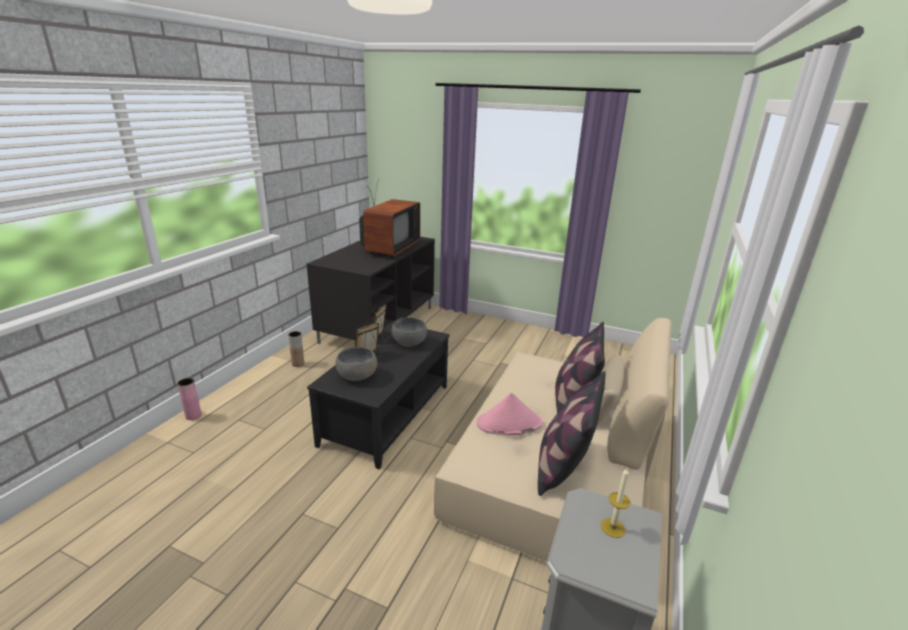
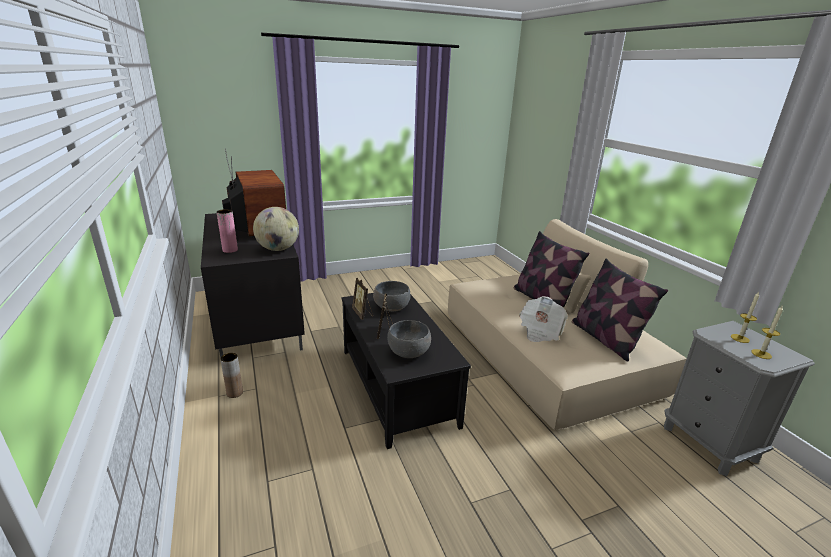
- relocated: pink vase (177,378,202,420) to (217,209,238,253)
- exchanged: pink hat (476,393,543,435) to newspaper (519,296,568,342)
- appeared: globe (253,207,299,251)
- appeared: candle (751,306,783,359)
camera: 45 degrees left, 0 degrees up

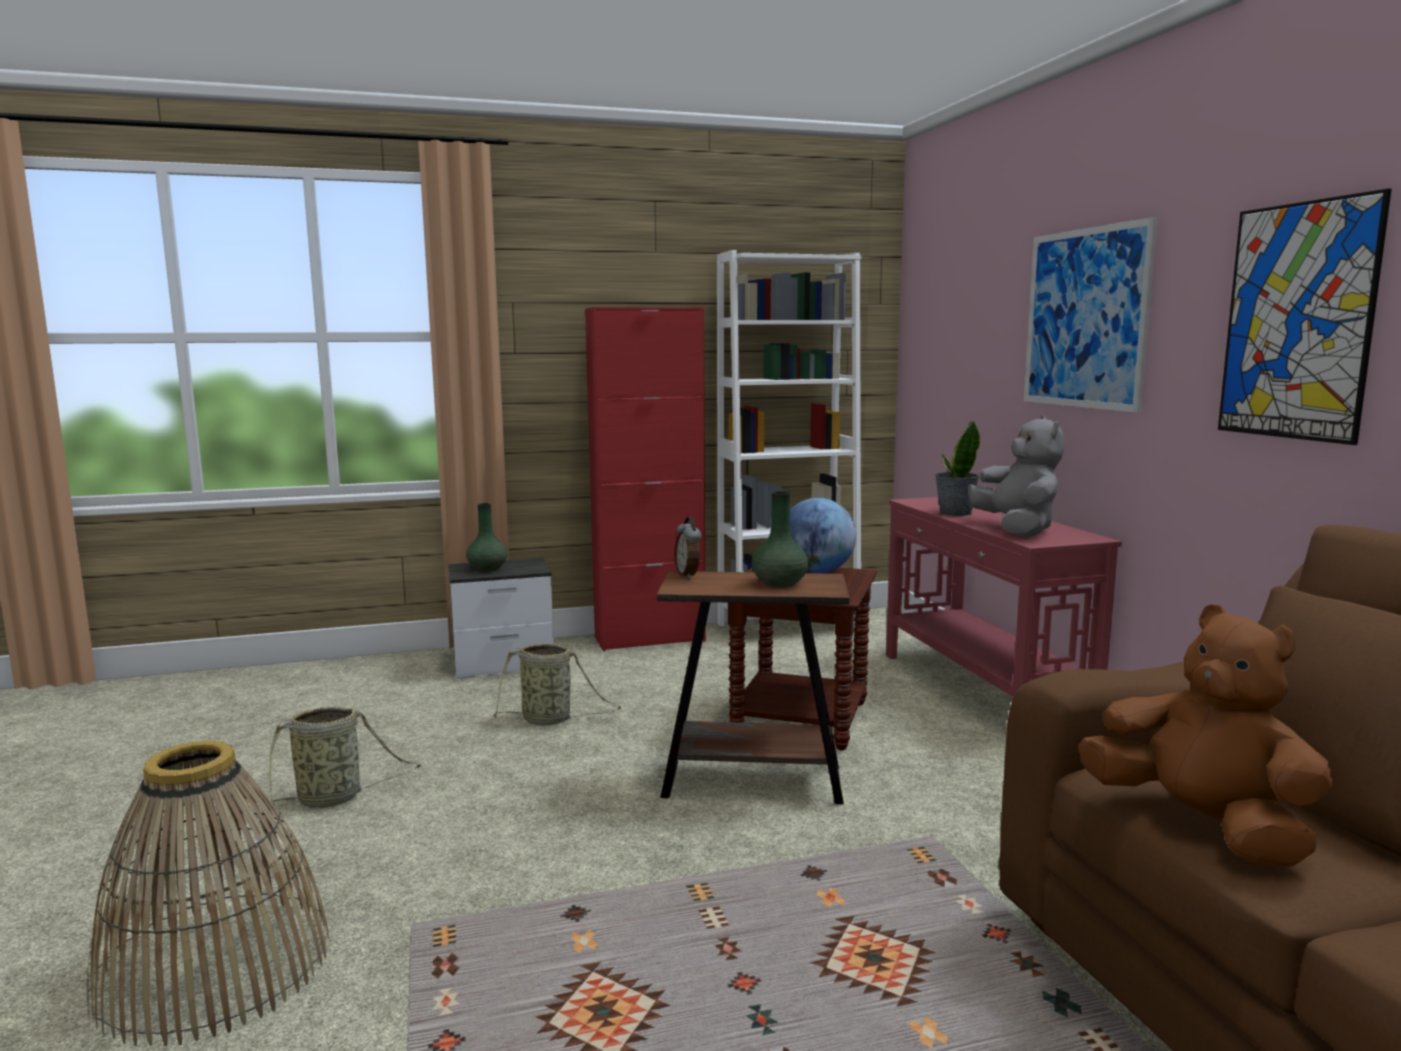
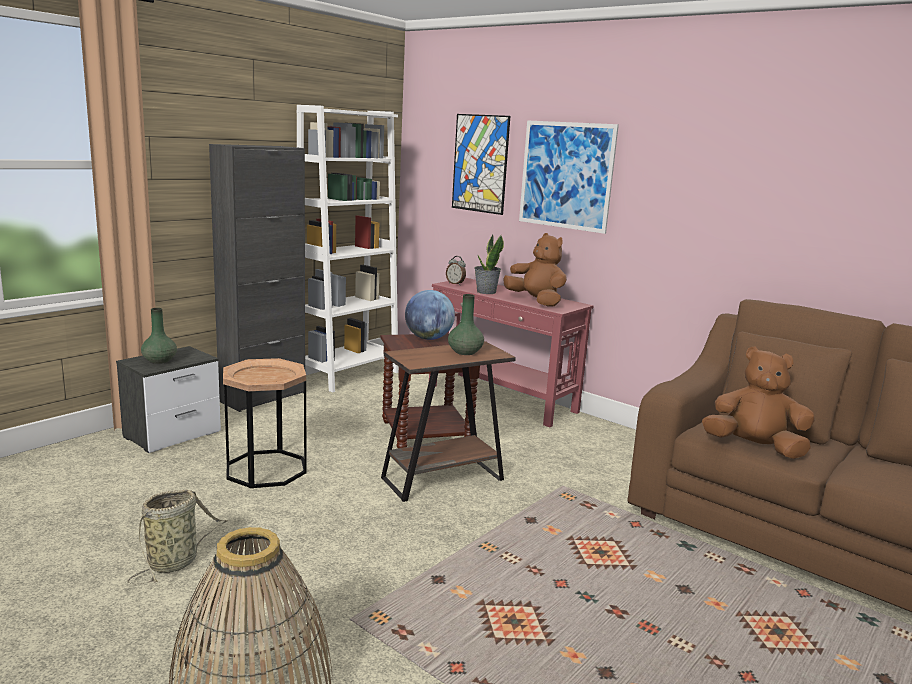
- exchanged: basket (493,643,621,725) to brown side table (223,358,306,488)
- colour: red cabinet (585,307,706,651) to black cabinet (209,144,305,412)
- relocated: alarm clock (675,517,702,579) to (446,256,466,285)
- colour: grey plush toy (968,416,1064,537) to brown plush toy (503,233,567,307)
- relocated: picture (1218,189,1391,445) to (452,114,510,215)
camera: 35 degrees left, 5 degrees up

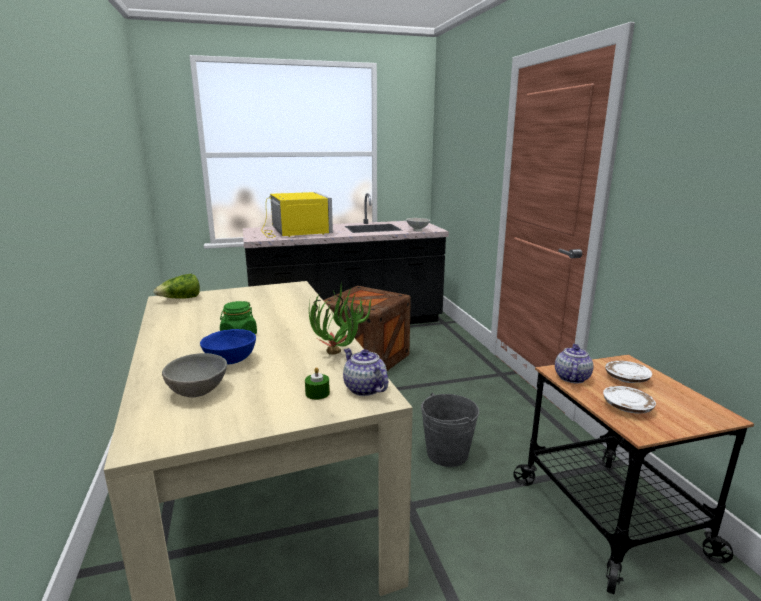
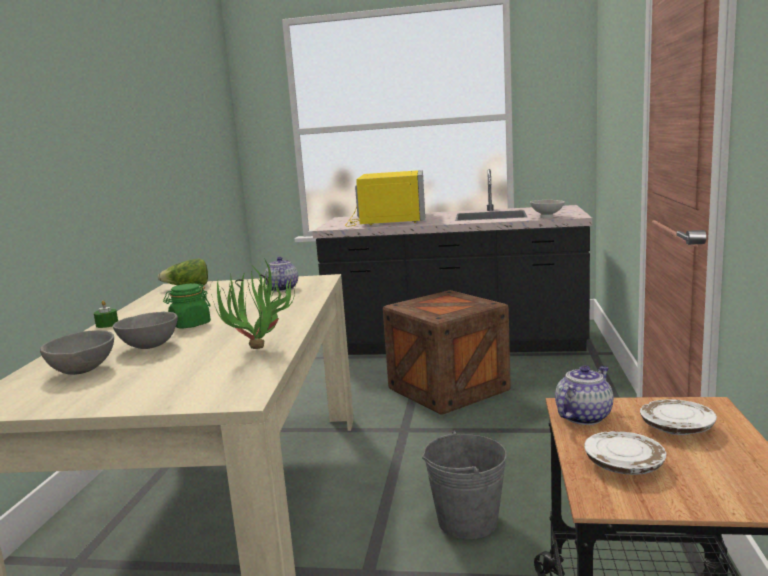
- colour: blue bowl (200,329,256,364) to grey bowl (113,311,178,349)
- relocated: green candle (305,367,330,400) to (94,300,118,328)
- relocated: teapot (343,348,388,396) to (264,257,298,292)
camera: 25 degrees right, 5 degrees down

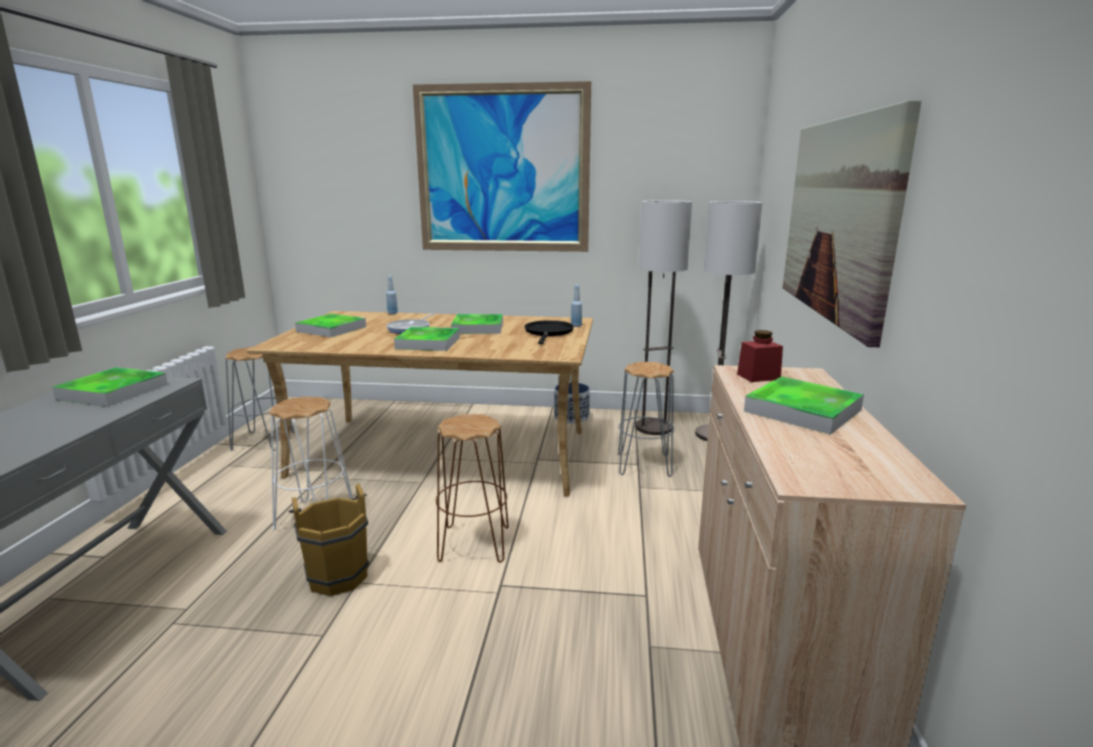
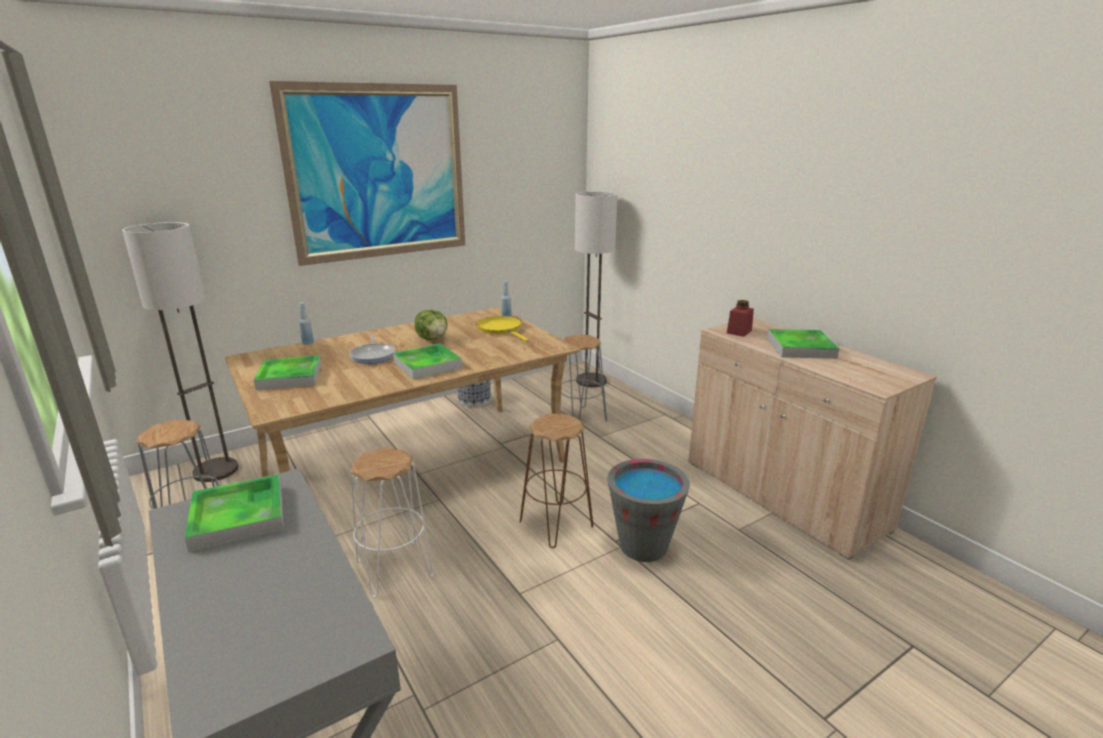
- missing: brown bucket (289,484,369,596)
- exchanged: tray (451,314,503,334) to lettuce (415,310,448,340)
- colour: black frying pan (525,320,574,344) to yellow frying pan (476,316,529,342)
- relocated: floor lamp (635,200,692,435) to (122,222,238,482)
- missing: picture (783,100,922,347)
- appeared: grey bucket (607,459,690,562)
camera: 40 degrees left, 5 degrees up

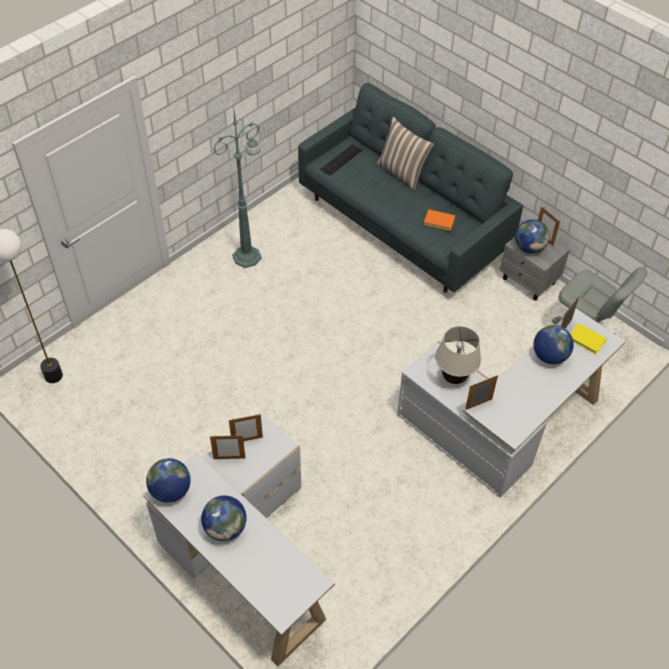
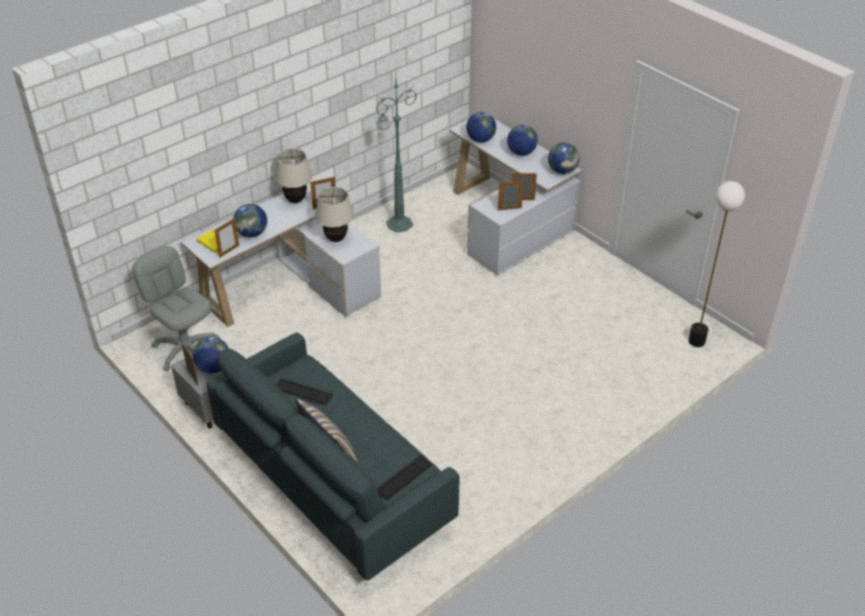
- relocated: green floor lamp (213,111,262,268) to (376,74,417,232)
- exchanged: orange book (424,209,455,231) to keyboard (276,378,333,405)
- appeared: beige table lamp (275,149,312,203)
- appeared: globe (466,112,496,142)
camera: 175 degrees left, 10 degrees down

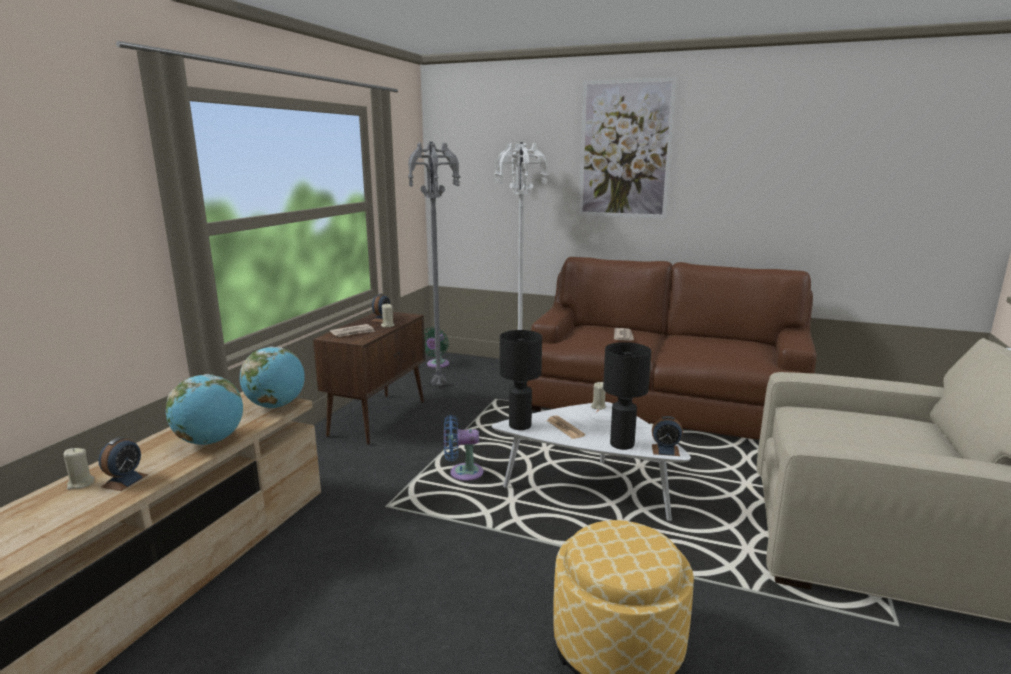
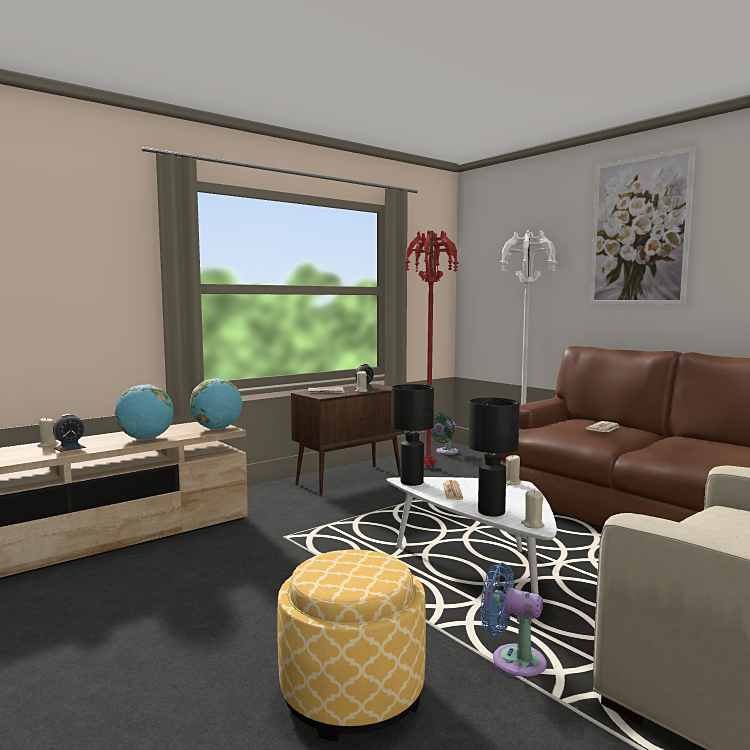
- colour: grey floor lamp (408,142,461,386) to red floor lamp (404,230,459,467)
- relocated: blue fan (444,415,484,481) to (481,563,547,678)
- exchanged: alarm clock (652,416,683,456) to beige candle (521,490,544,529)
camera: 30 degrees right, 10 degrees down

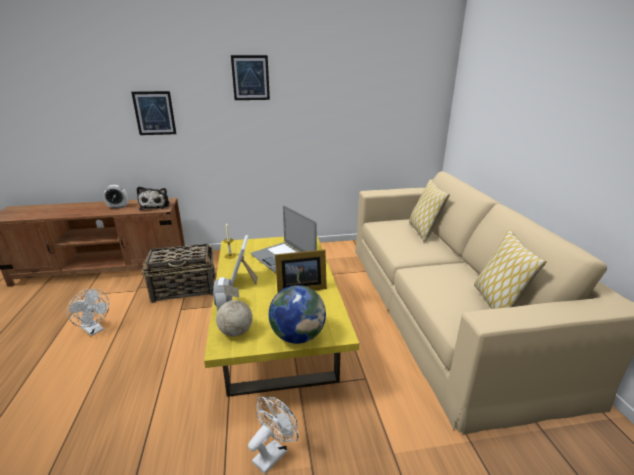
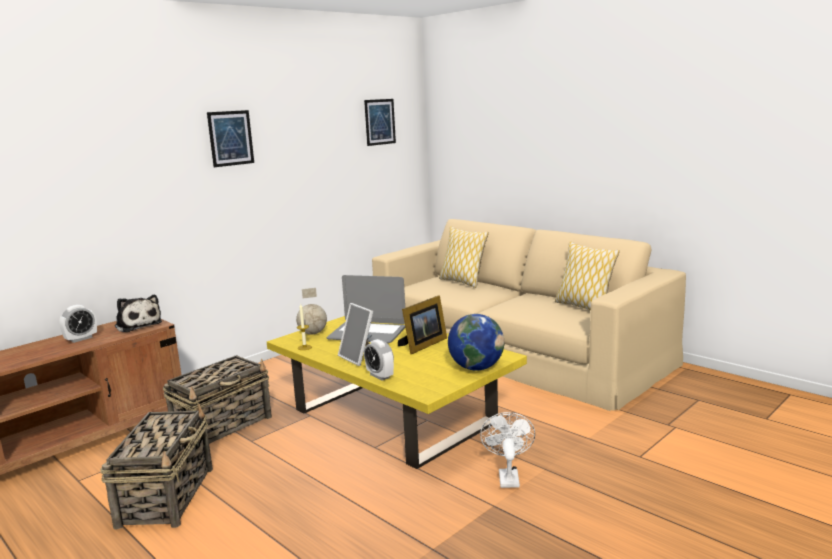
- exchanged: white fan (67,289,109,336) to basket (100,404,213,530)
- relocated: picture (131,91,176,135) to (364,99,396,146)
- relocated: globe (216,285,253,337) to (296,288,327,335)
camera: 35 degrees left, 10 degrees down

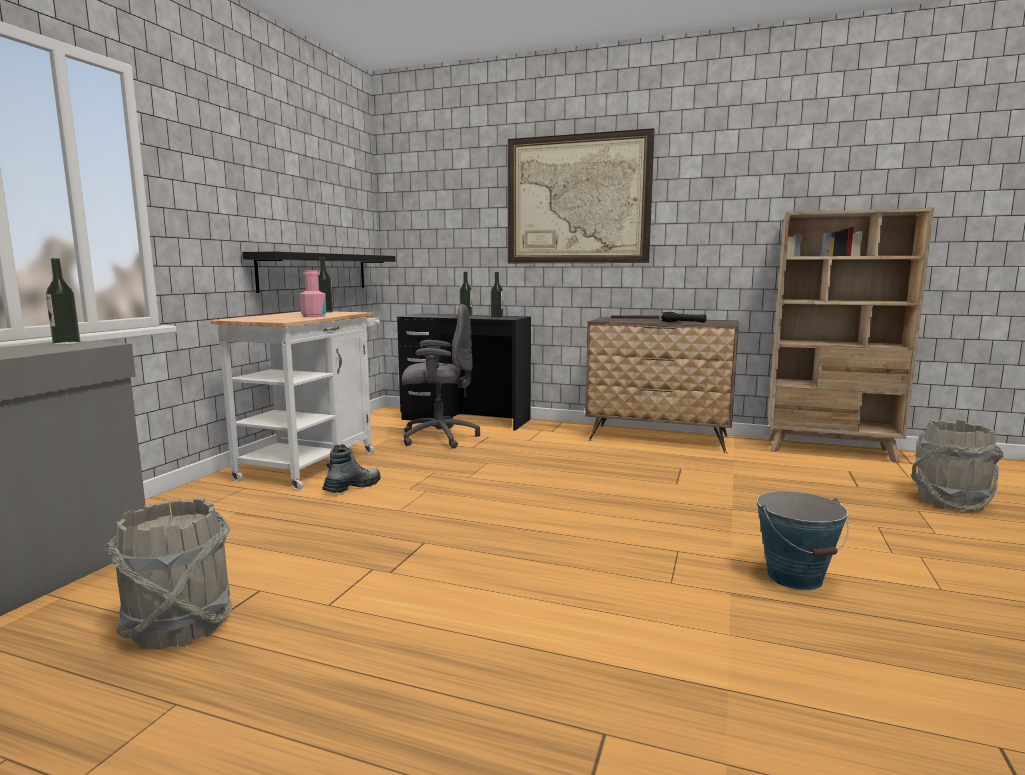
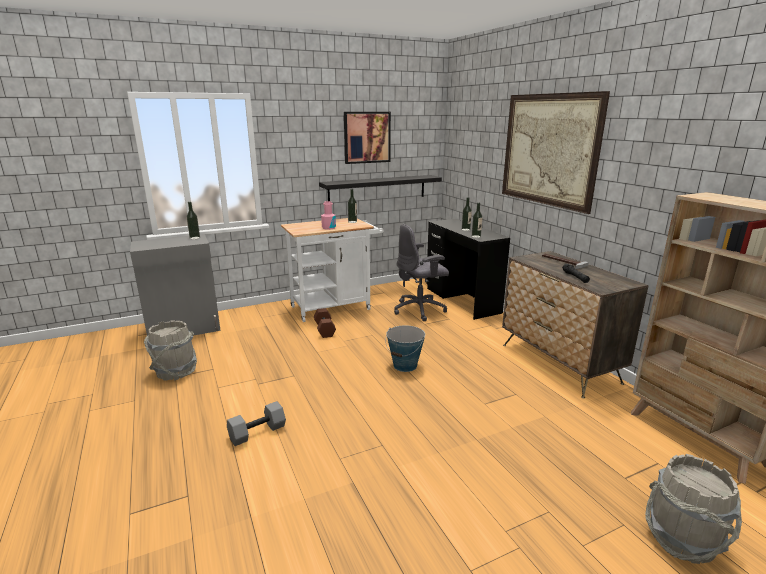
- exchanged: boot (322,444,380,493) to brown dumbbell (314,308,336,338)
- spun: grey office chair (402,304,480,448) = (394,224,449,321) 120 degrees clockwise
- relocated: bucket (757,491,849,590) to (385,325,425,372)
- appeared: grey dumbbell (227,401,286,446)
- appeared: picture (344,112,391,164)
camera: 45 degrees right, 10 degrees up

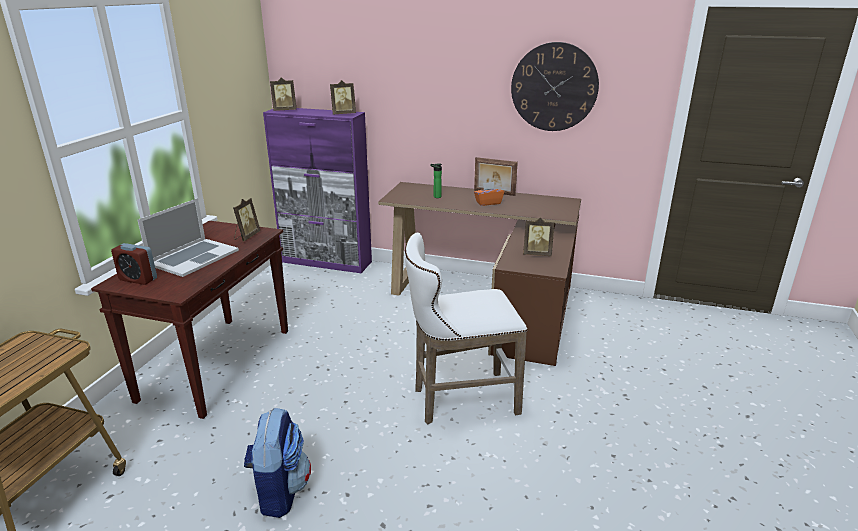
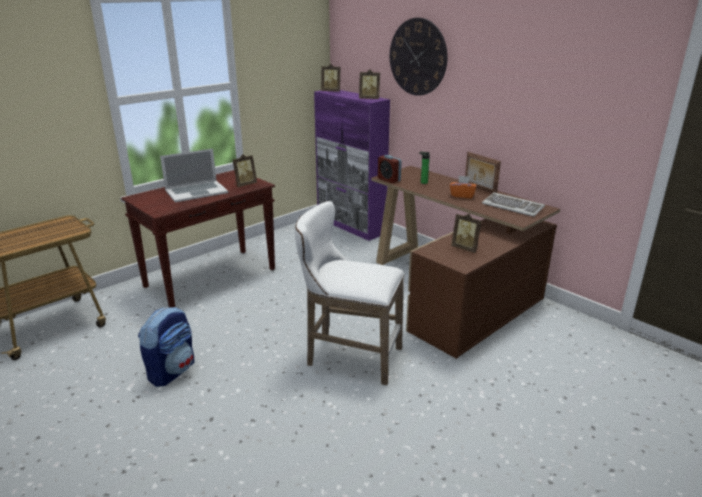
- relocated: alarm clock (111,243,157,285) to (378,155,401,183)
- relocated: wall clock (511,42,599,131) to (390,18,447,96)
- appeared: keyboard (482,192,545,217)
camera: 30 degrees right, 0 degrees up

